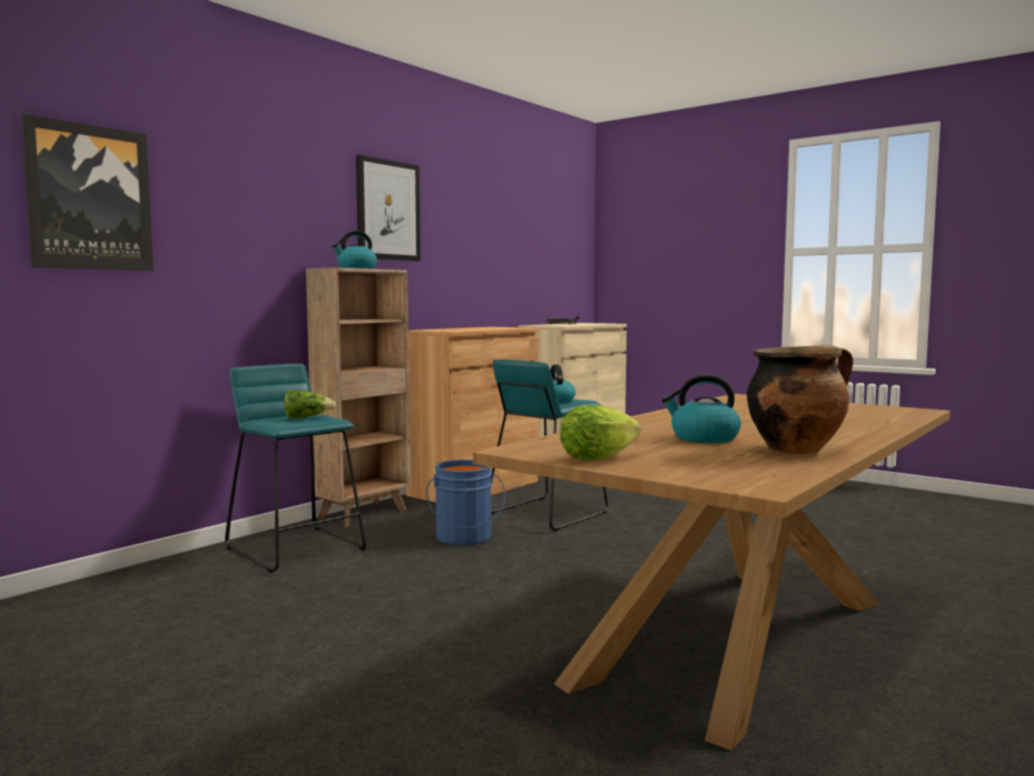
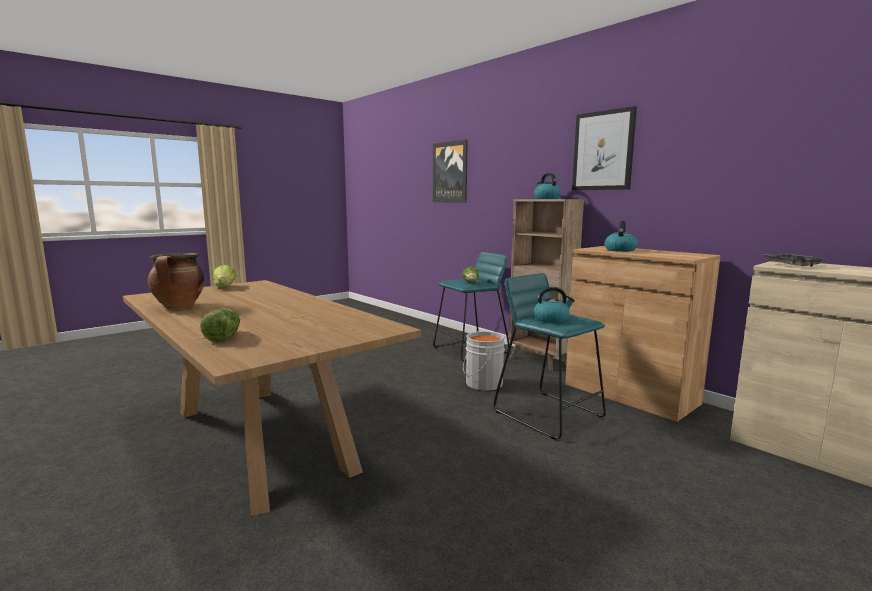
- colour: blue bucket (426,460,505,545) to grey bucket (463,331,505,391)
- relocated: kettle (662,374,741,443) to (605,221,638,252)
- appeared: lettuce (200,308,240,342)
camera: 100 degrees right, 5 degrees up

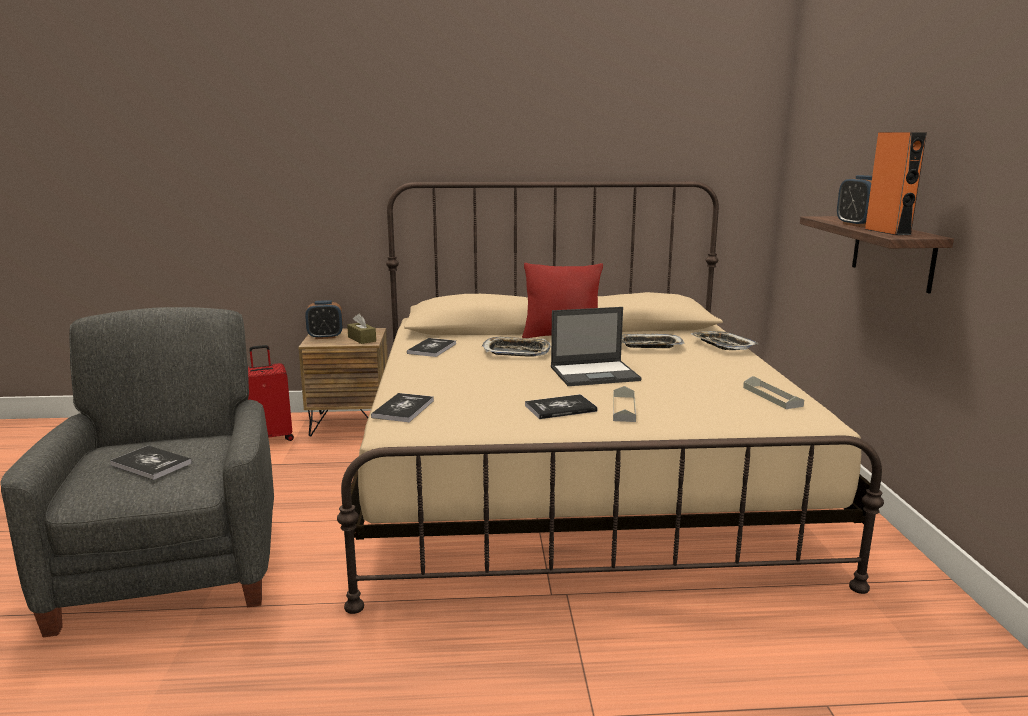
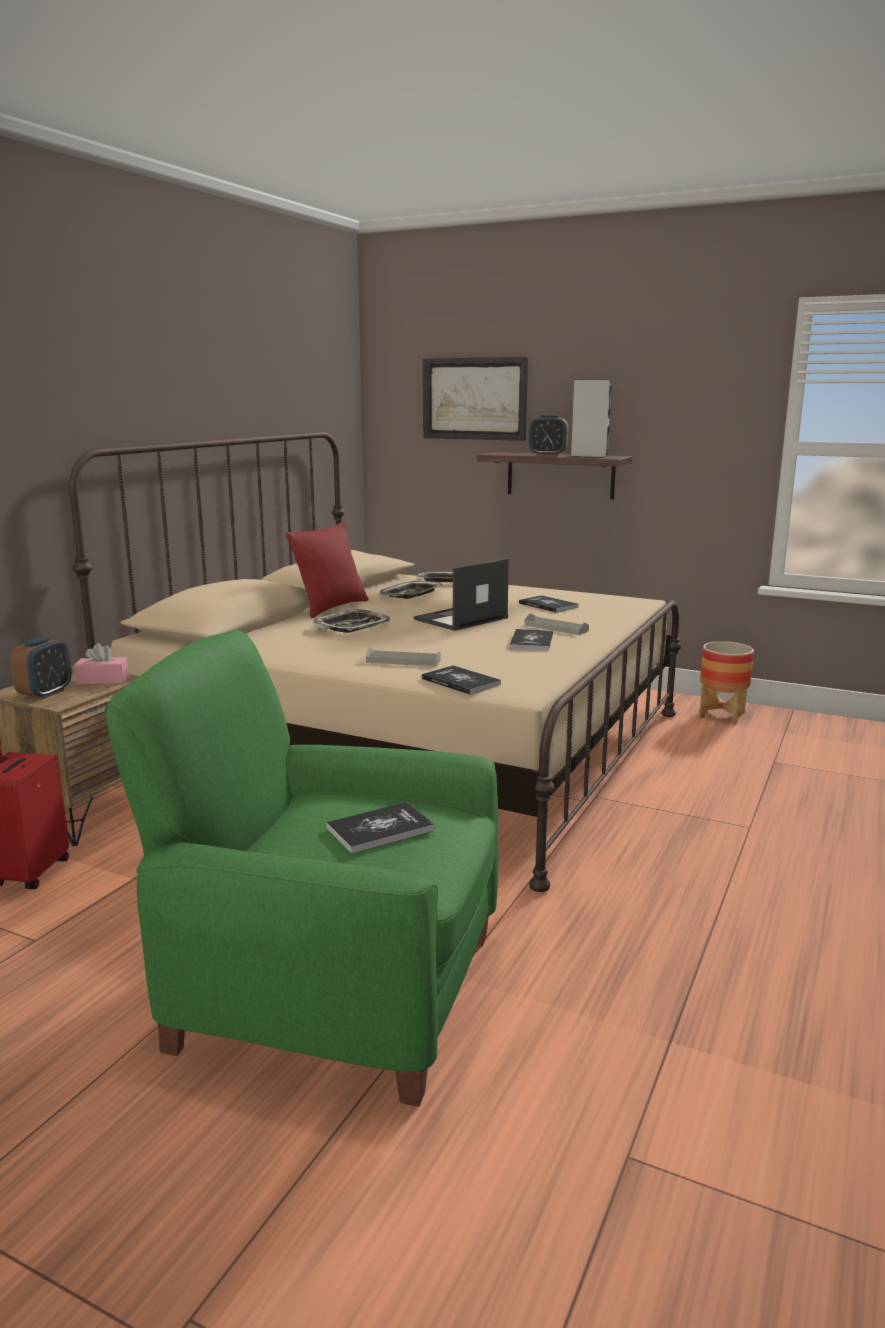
- colour: grey armchair (0,307,274,637) to green armchair (105,630,499,1107)
- colour: brown tissue box (347,314,376,344) to pink tissue box (74,643,129,684)
- relocated: book (407,338,456,357) to (519,595,579,613)
- spun: laptop (551,307,642,386) = (414,558,509,631) 150 degrees counterclockwise
- relocated: grey tray (743,376,804,409) to (366,648,441,667)
- colour: orange speaker (864,132,927,235) to grey speaker (571,380,611,458)
- appeared: picture (423,357,528,441)
- appeared: planter (699,641,754,724)
camera: 60 degrees left, 0 degrees up

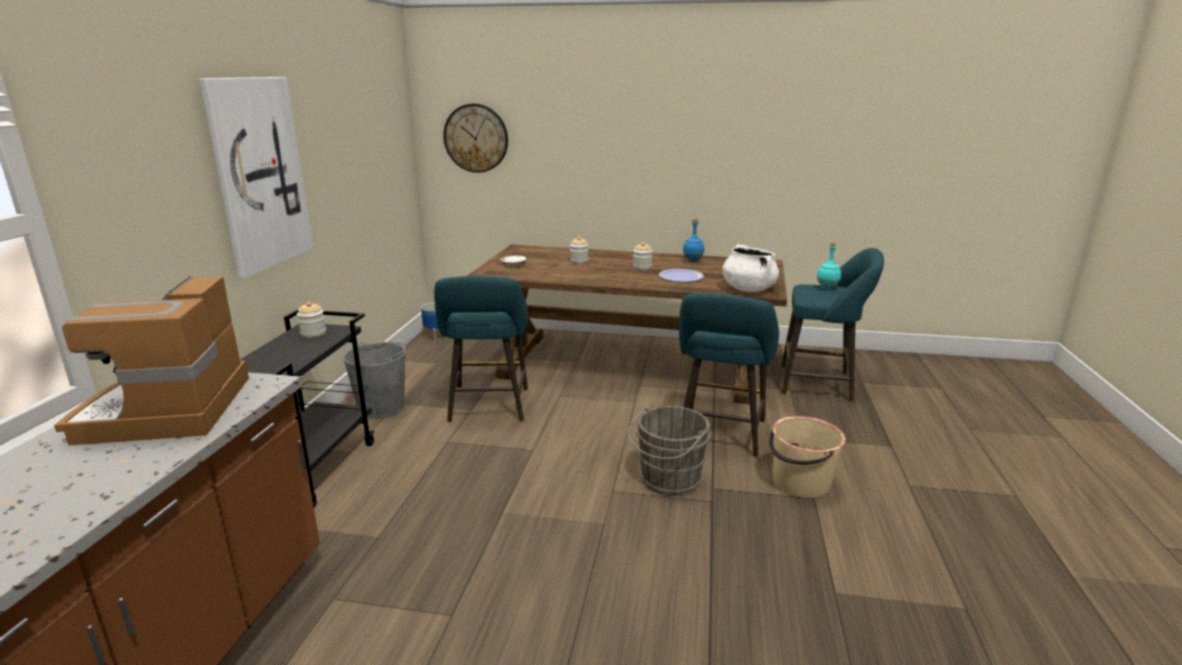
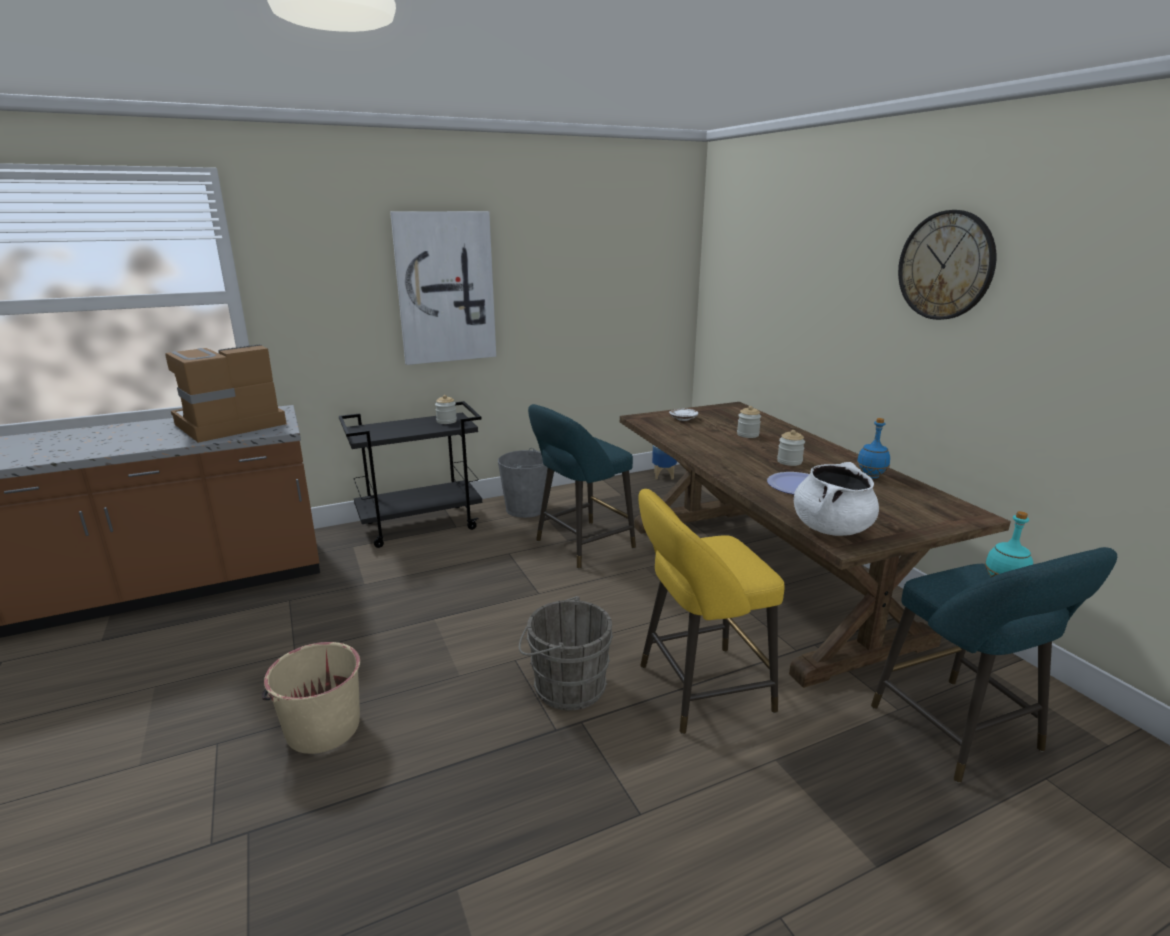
- relocated: wall clock (443,104,508,173) to (898,210,996,320)
- colour: turquoise stool (679,293,779,457) to yellow stool (638,489,785,734)
- relocated: beige bucket (769,416,846,498) to (262,642,360,754)
camera: 55 degrees right, 0 degrees up

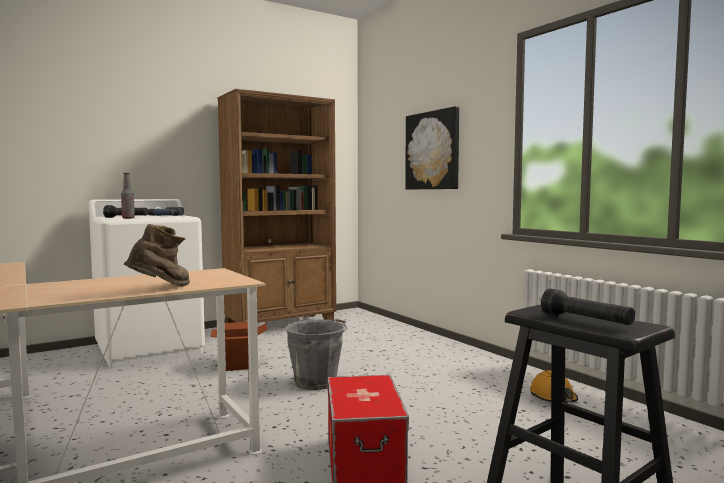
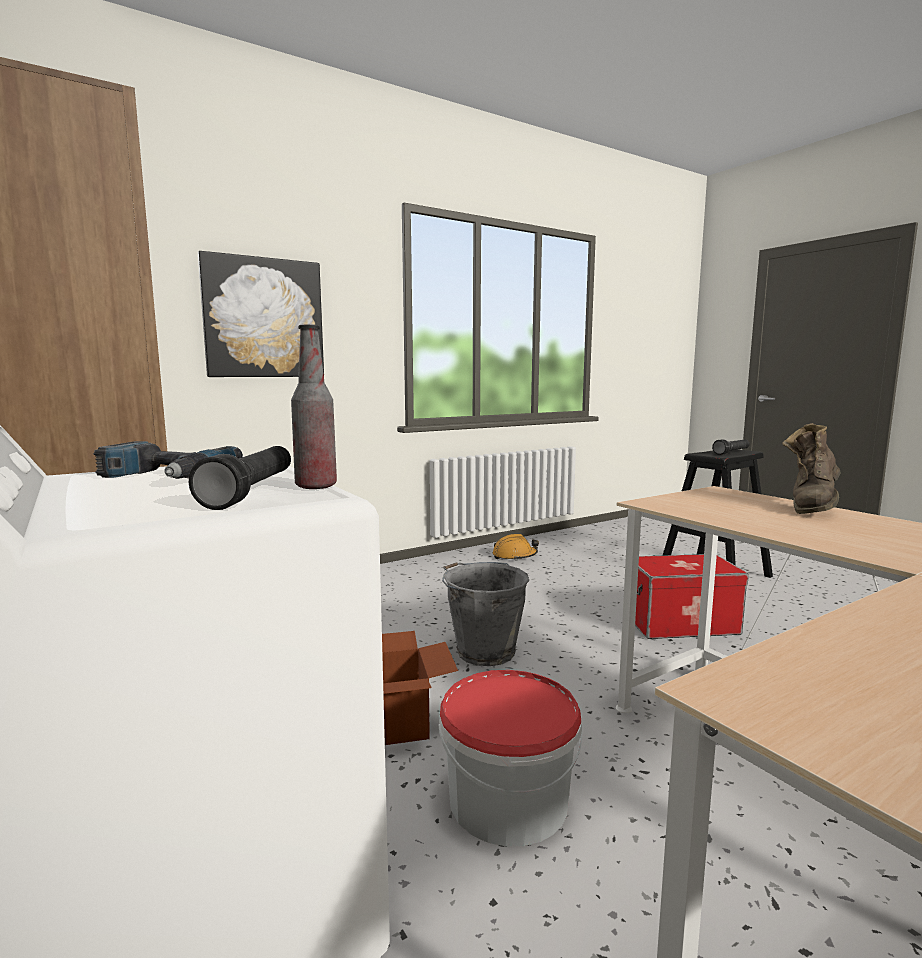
- spun: brown boot (124,224,190,286) = (782,423,840,514) 75 degrees counterclockwise
- appeared: bucket (439,670,582,846)
camera: 90 degrees left, 5 degrees up

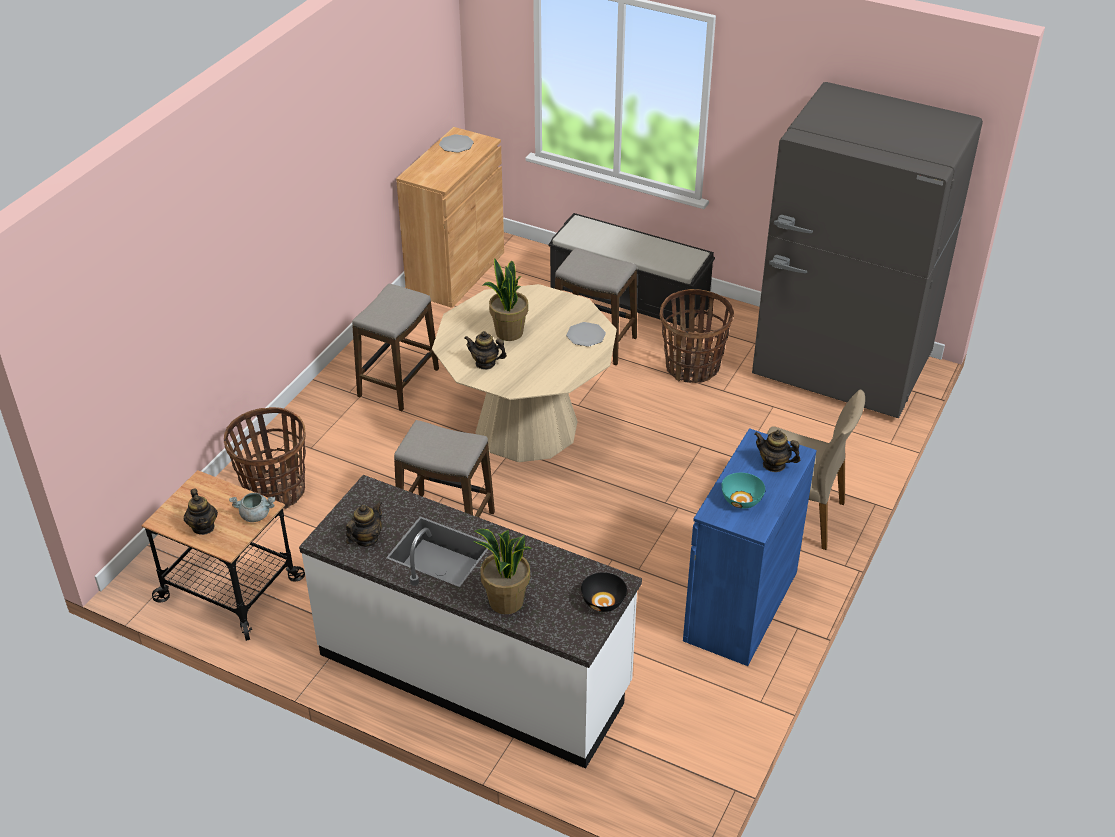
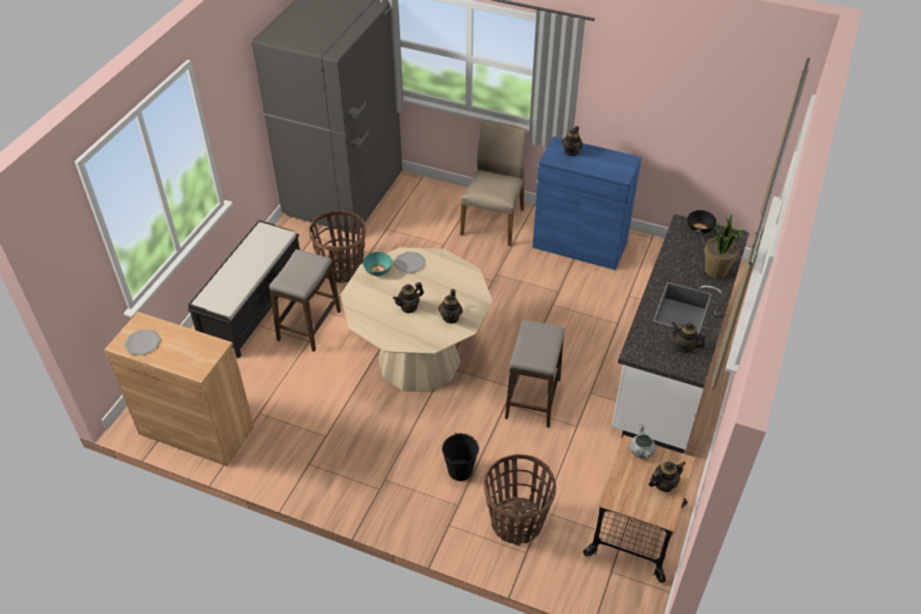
- missing: stool (352,284,439,411)
- exchanged: potted plant (482,258,528,341) to teapot (393,282,424,313)
- relocated: turquoise bowl (721,473,765,508) to (363,252,392,276)
- appeared: black bucket (442,433,479,481)
camera: 95 degrees left, 5 degrees up

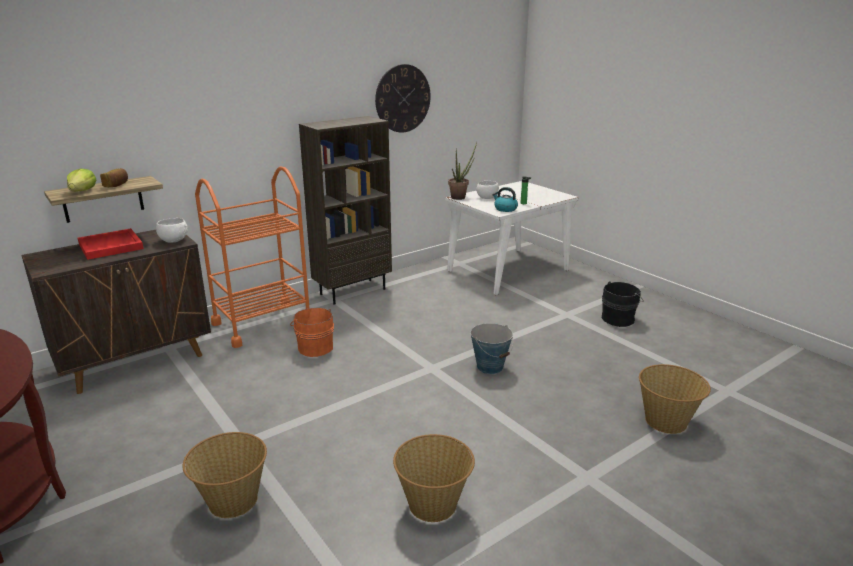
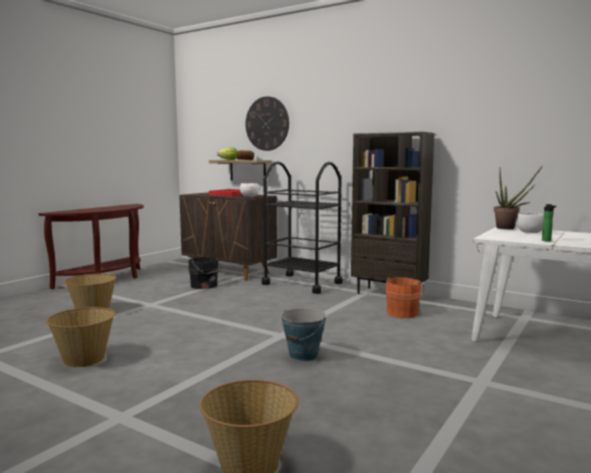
- colour: orange cart (195,166,309,348) to black cart (262,161,343,294)
- relocated: orange bucket (290,308,334,357) to (385,277,424,318)
- relocated: wall clock (375,64,431,133) to (245,96,289,151)
- missing: kettle (492,187,518,212)
- relocated: black bucket (602,281,644,327) to (188,256,221,289)
camera: 70 degrees right, 15 degrees down

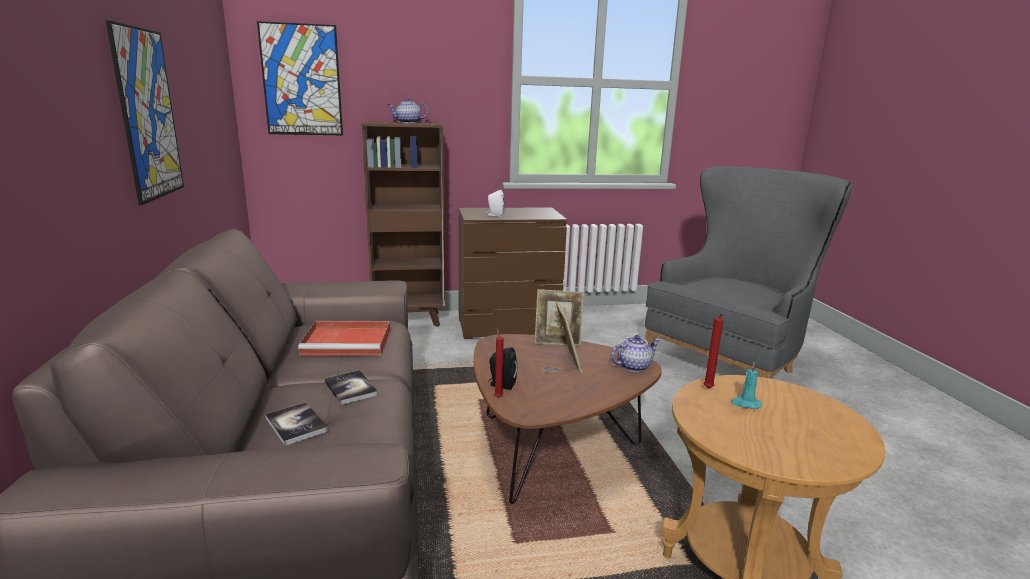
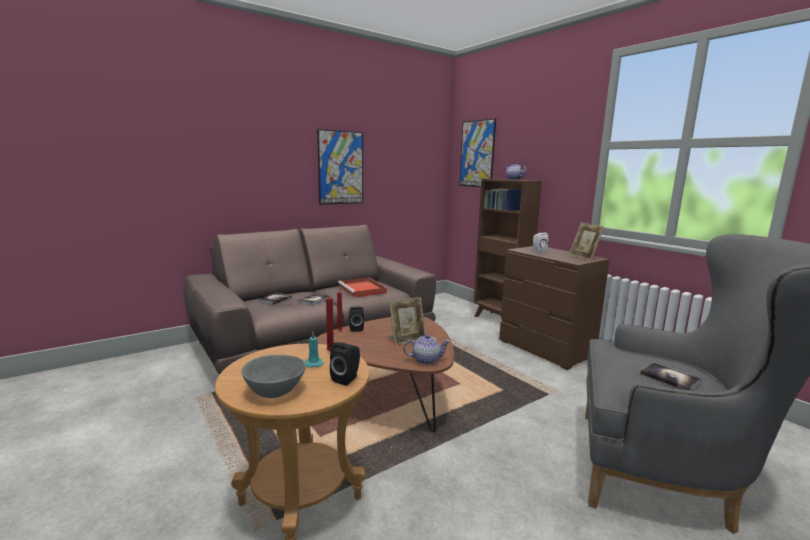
- relocated: picture frame (534,289,584,346) to (569,222,604,260)
- spun: teapot (611,335,660,372) = (403,334,450,365) 45 degrees counterclockwise
- appeared: grey bowl (242,355,306,398)
- appeared: black speaker (330,342,360,386)
- appeared: book (640,362,702,391)
camera: 65 degrees right, 5 degrees down

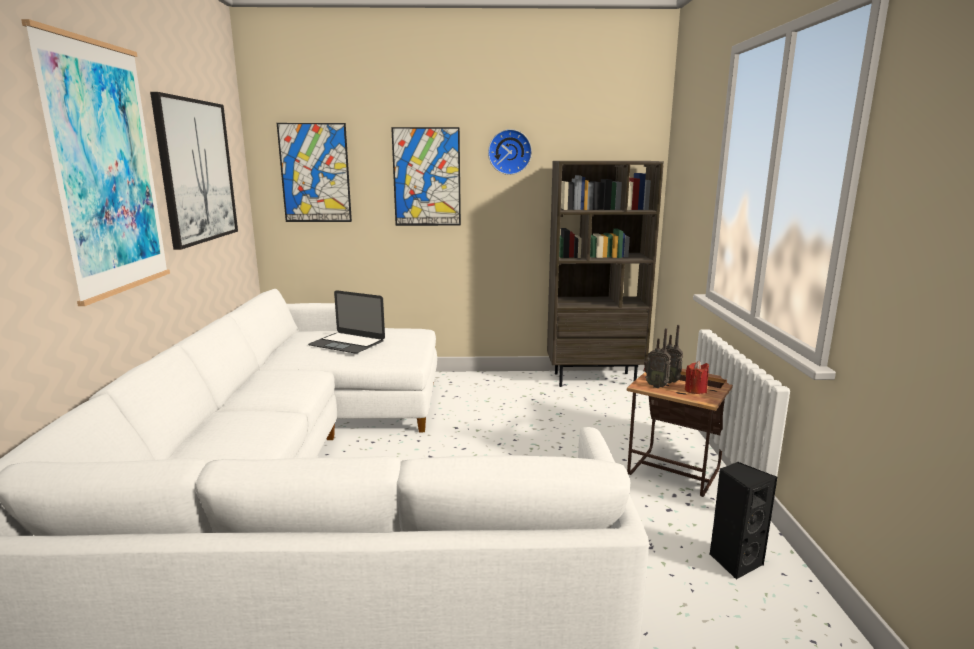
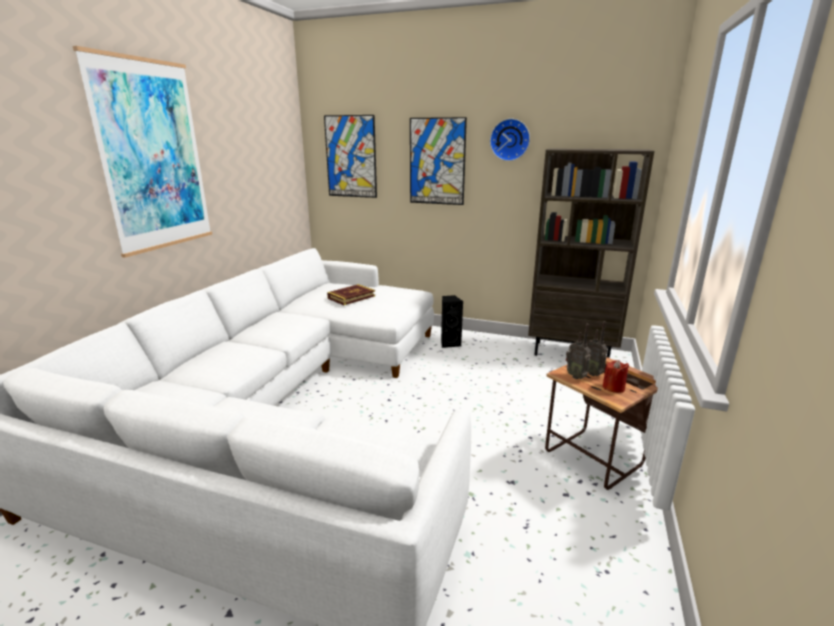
- missing: picture (150,92,238,250)
- exchanged: laptop (308,290,385,354) to book (327,284,375,305)
- relocated: black speaker (710,461,777,580) to (441,295,464,348)
camera: 20 degrees right, 5 degrees up

